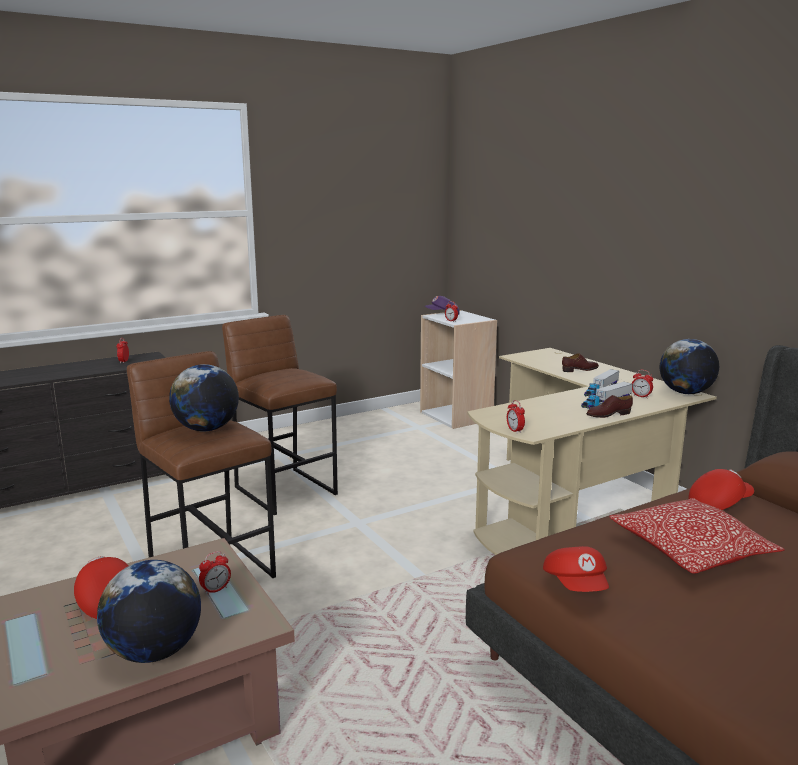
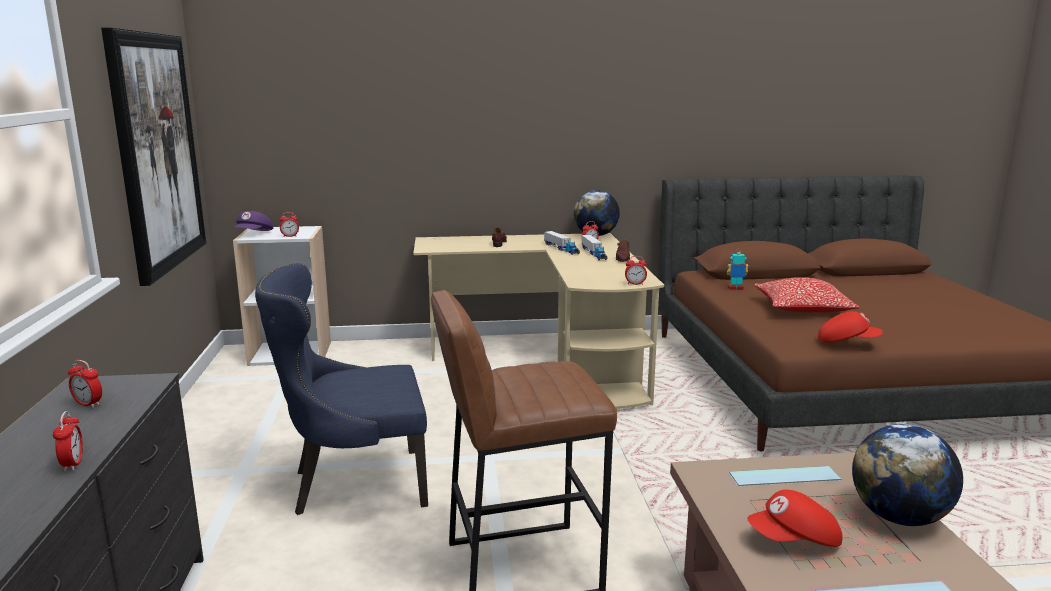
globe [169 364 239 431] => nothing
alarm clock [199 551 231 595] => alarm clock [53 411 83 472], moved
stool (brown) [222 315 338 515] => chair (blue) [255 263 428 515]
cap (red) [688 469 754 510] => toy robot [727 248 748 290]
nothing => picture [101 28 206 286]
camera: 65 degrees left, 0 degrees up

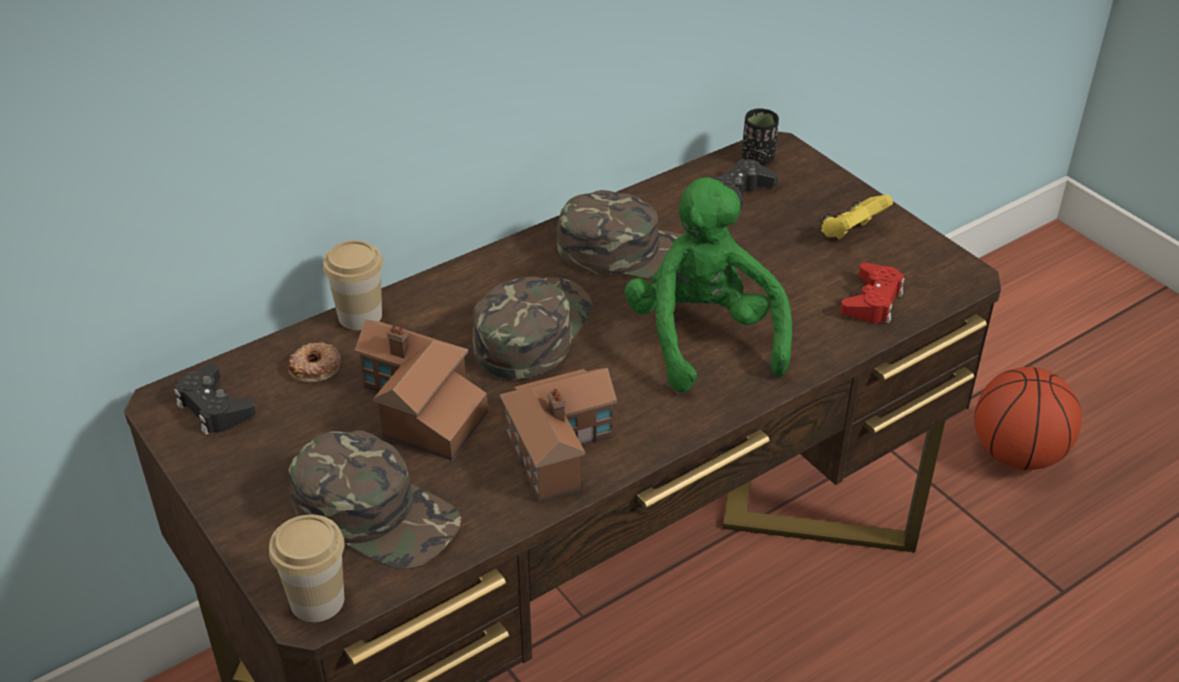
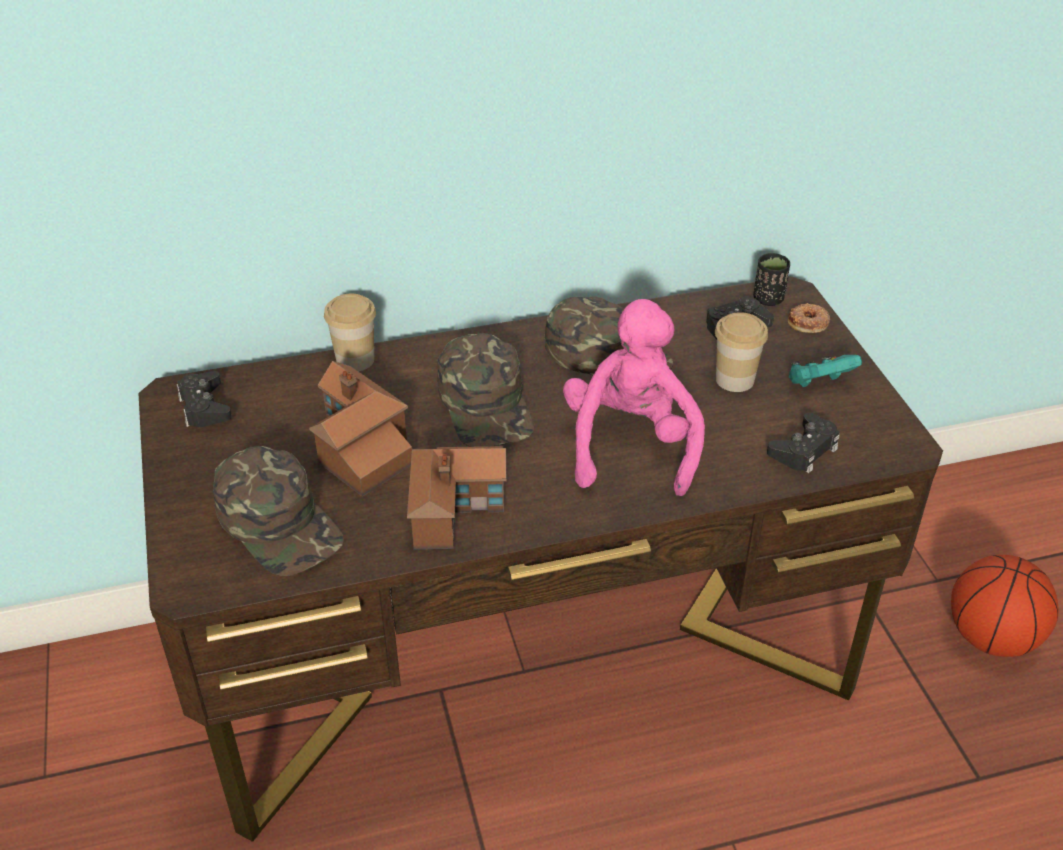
cup [269 515 345 622] => cup [715 312 768 392], moved
donut [288 343 341 383] => donut [788 303 830 333], moved
cap (green) [473 277 592 379] => cap (green) [437 333 534 447], 120 degrees clockwise
plush toy (green) [624 177 792 392] => plush toy (pink) [563 299 705 496]
game controller (yellow) [821 194 893 239] => game controller (turquoise) [789 355 862 387]
game controller (red) [840 262 904 323] => game controller (black) [767 413 840 473]
camera: 20 degrees right, 0 degrees up

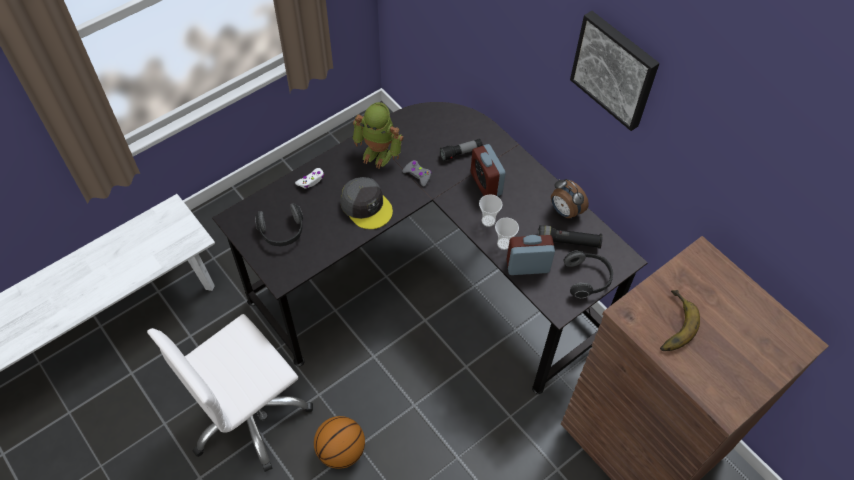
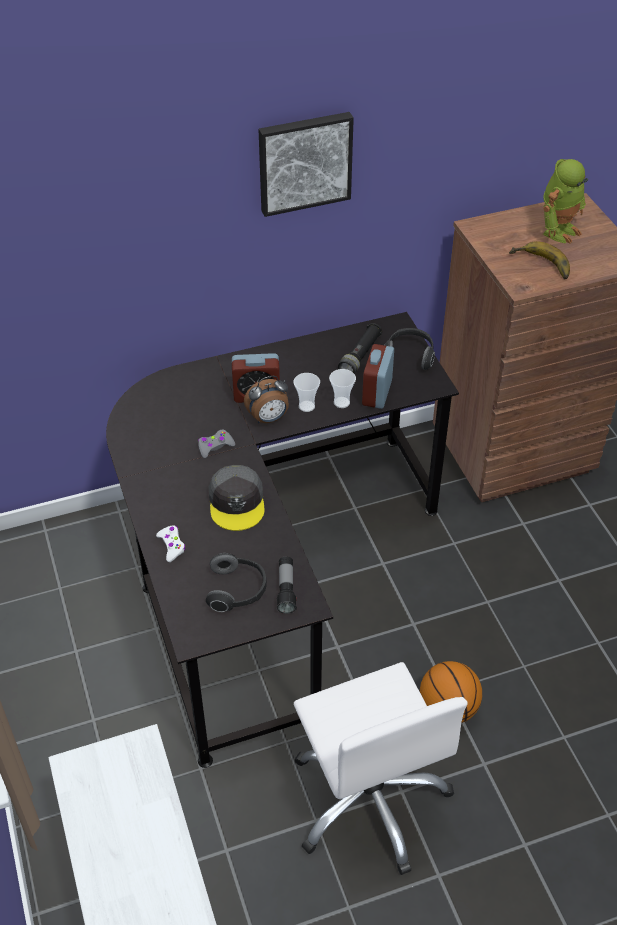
cap (grey) [340 177 393 229] => cap (grey) [209 465 265 531], 105 degrees clockwise
toy robot [353 102 403 168] => toy robot [543 159 588 244], moved
flashlight [440 139 483 161] => flashlight [277 557 297 614], moved
alarm clock [551 179 589 219] => alarm clock [244 376 289 423], moved
camera: 70 degrees left, 10 degrees down

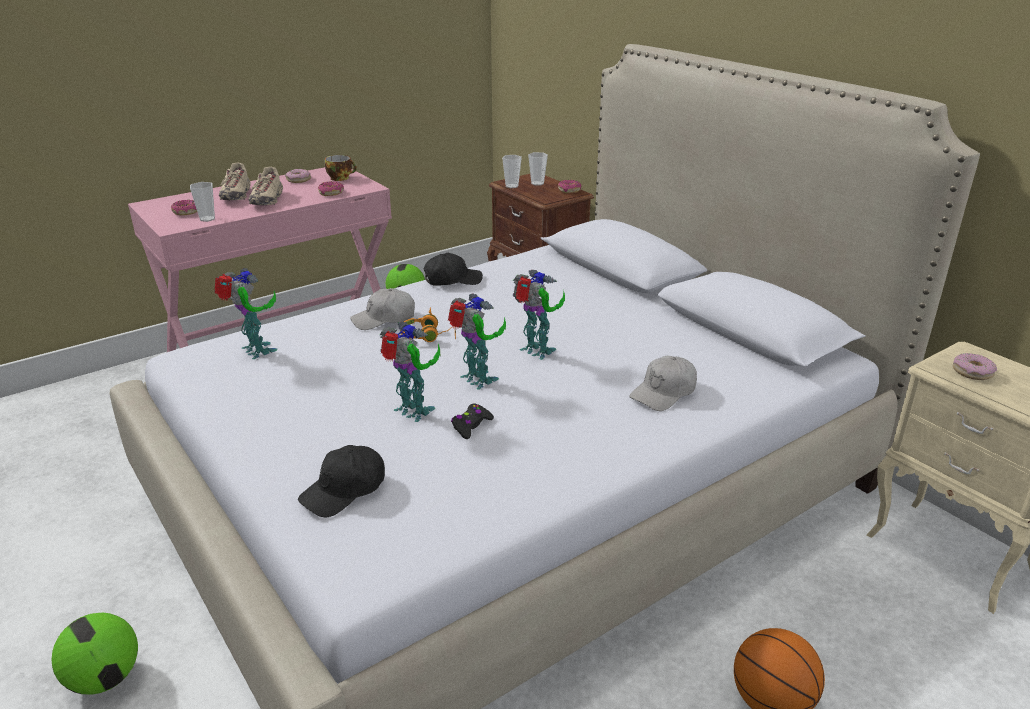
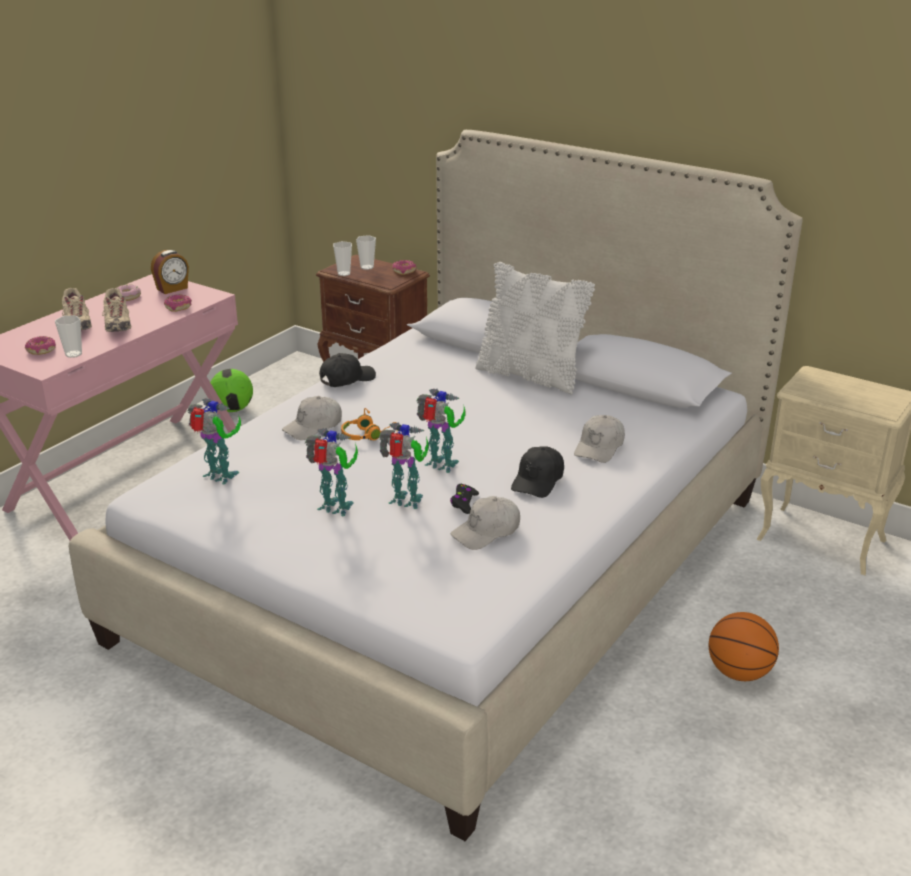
football [52 613 138 695] => nothing
cap (black) [298 445 385 517] => cap (black) [511 446 564 498], moved
cup [325 155 357 181] => alarm clock [151 250 189 294]
toy robot [513 270 565 360] => toy robot [305 428 358 516], moved
donut [953 353 997 380] => nothing
nothing => cap (white) [451 496 520 550]
nothing => pillow (white) [475 262 595 395]
camera: 20 degrees left, 0 degrees up

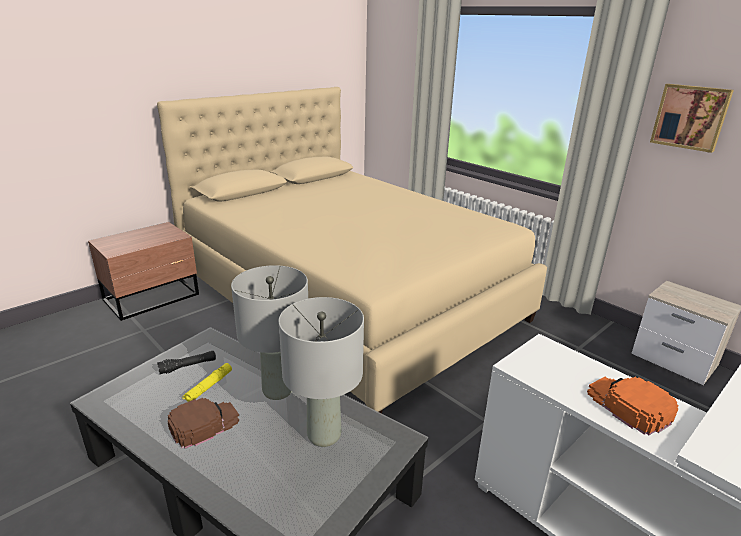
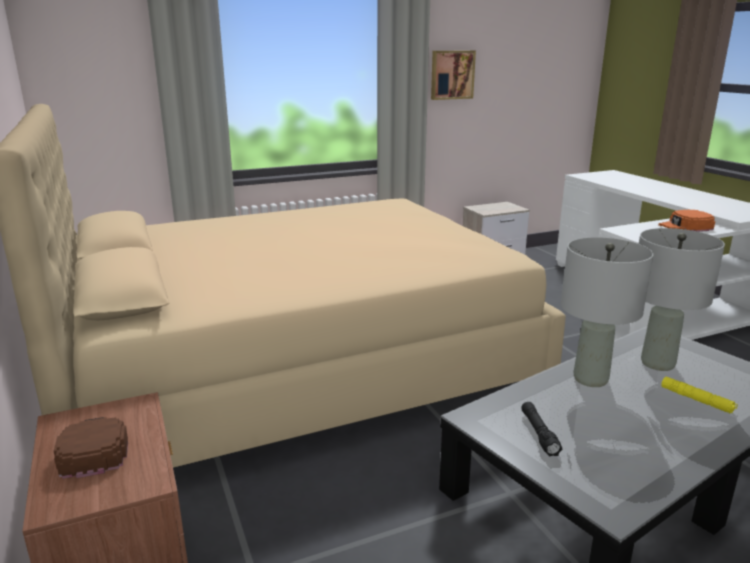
cap (brown) [168 398 239 449] => cap (brown) [54 417 128 479], moved
flashlight (yellow) [182 363 232 402] => flashlight (yellow) [661 376 738 413], moved
camera: 70 degrees left, 5 degrees down

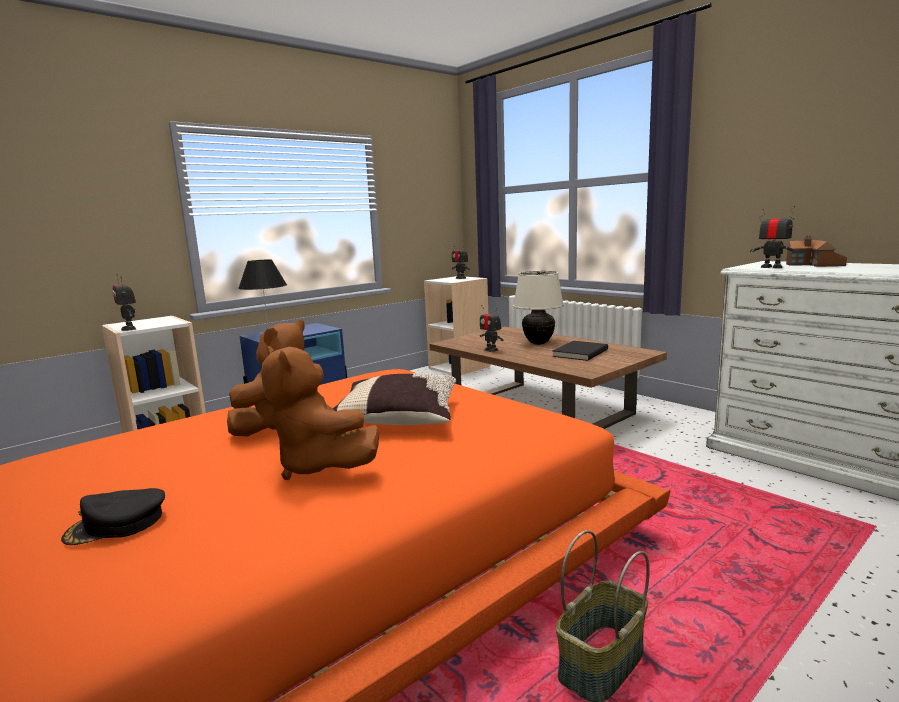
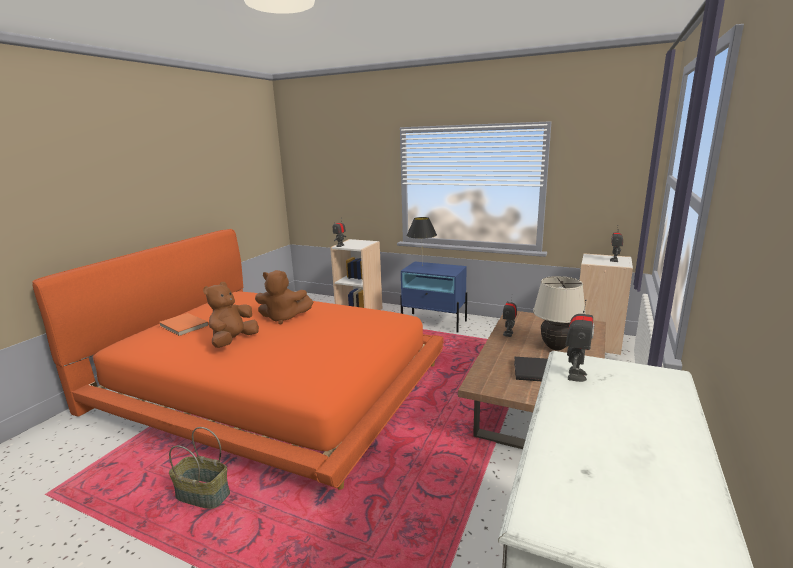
cap (black) [61 488 165 545] => book (orange) [159 313 209 336]
pillow [333 372 456 425] => nothing
toy house [786 235 847 267] => nothing
camera: 65 degrees right, 5 degrees up

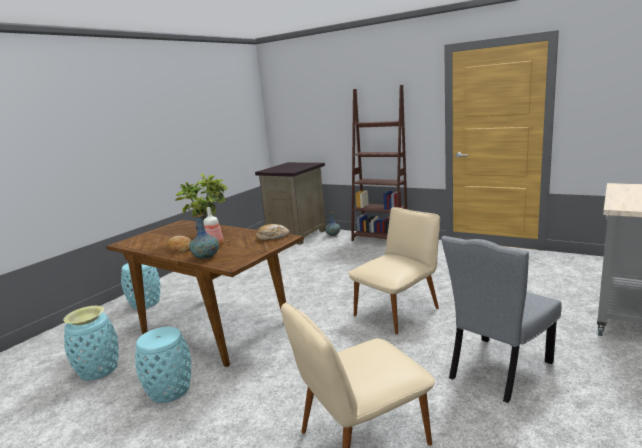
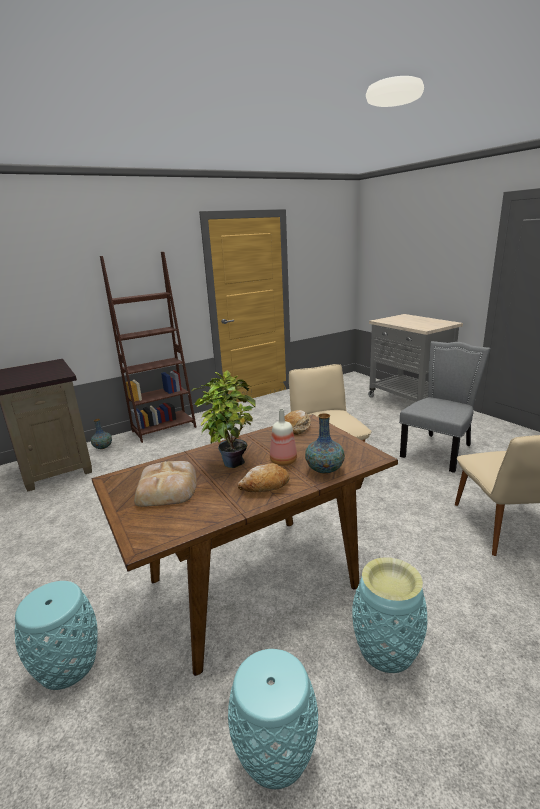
bowl (yellow) [63 306 104 325] => bowl (yellow) [362 557 423 601], moved
chair (grey) [441 236 562 403] => chair (grey) [399 341 491 473], 120 degrees counterclockwise
nothing => bread [134 461 197 507]
camera: 65 degrees left, 5 degrees up

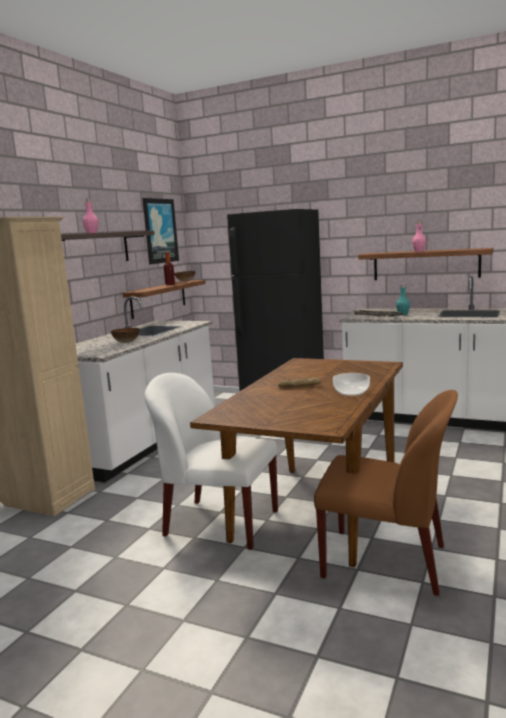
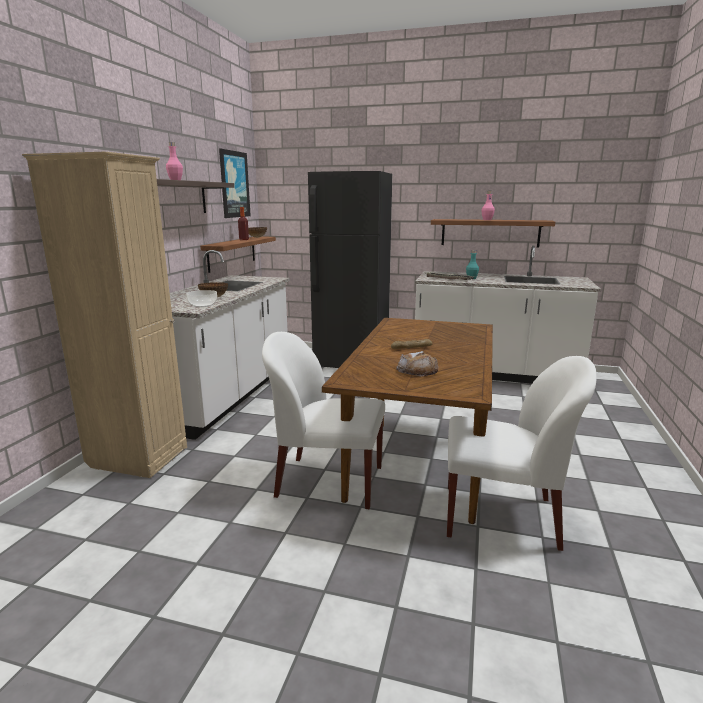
chair (brown) [314 390 458 596] => chair (white) [447 356 596 551]
bowl [333 373 370 396] => bowl [186 290 217 307], moved
nothing => bread [396 351 438 377]
camera: 10 degrees left, 5 degrees up

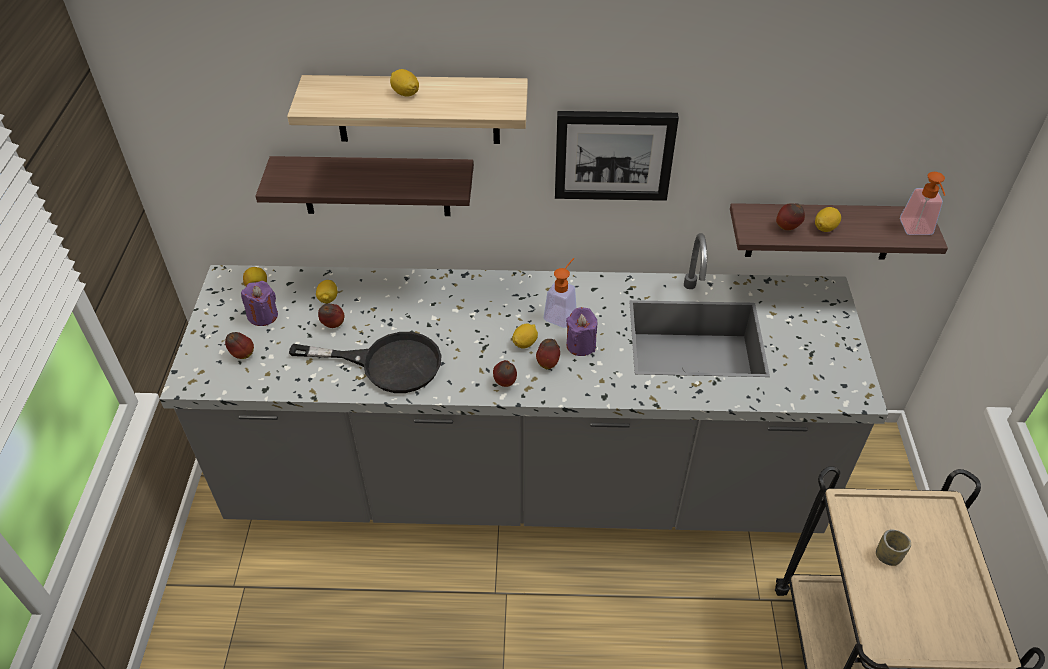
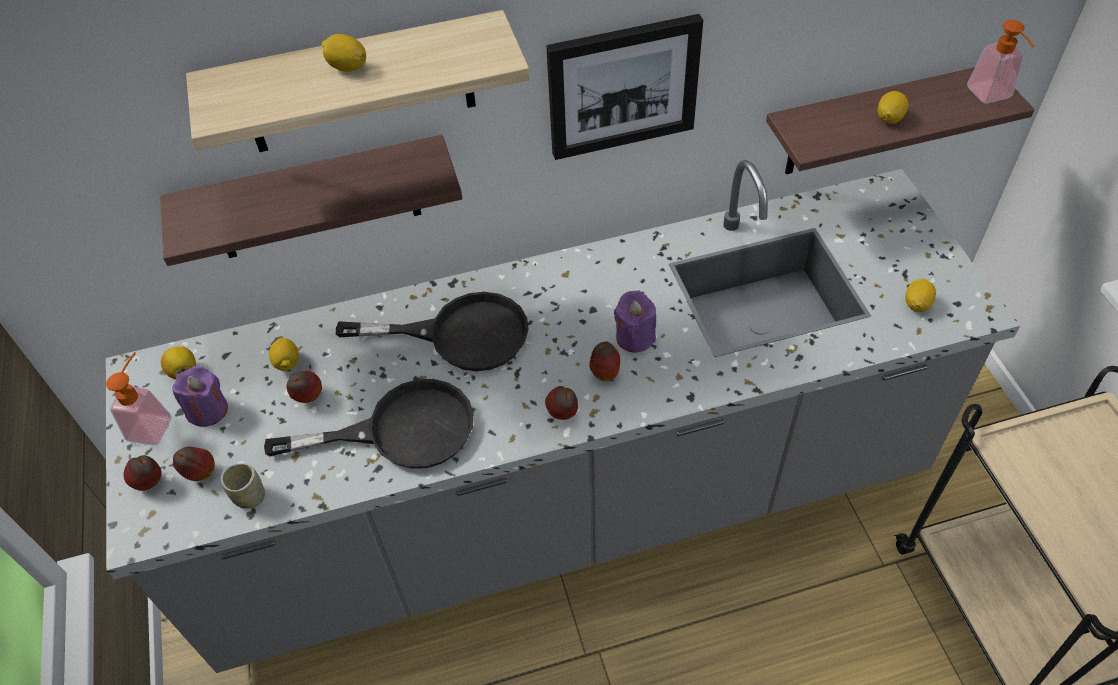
lemon [513 324 538 349] => lemon [905 278 936 312], moved
soap dispenser [543 258 577 328] => soap dispenser [106 352 172 445], moved
apple [776 204 805 230] => apple [124 455 162 491], moved
cup [876 529 911 566] => cup [220 463 265 508], moved
nothing => frying pan (black) [336 292 529 371]
camera: 15 degrees left, 5 degrees up

